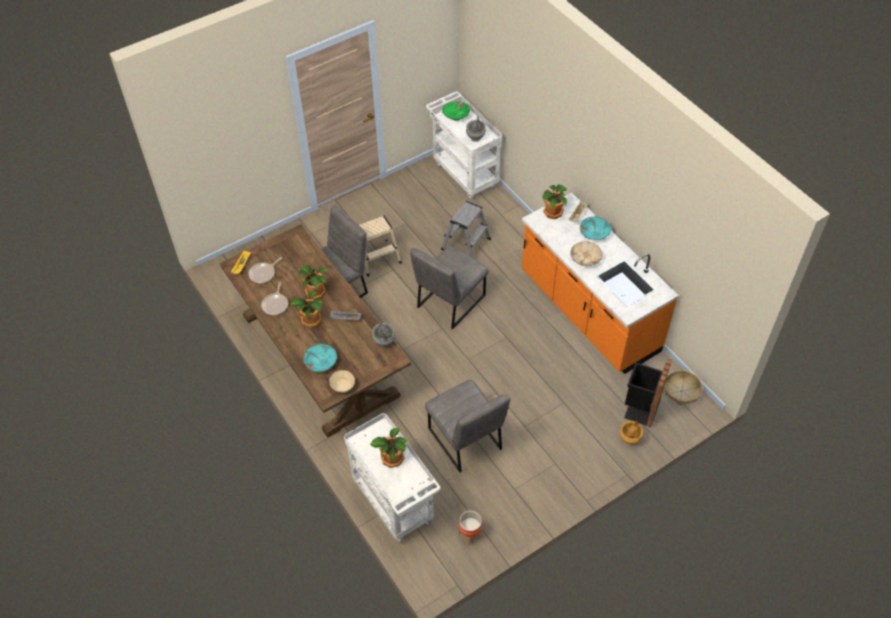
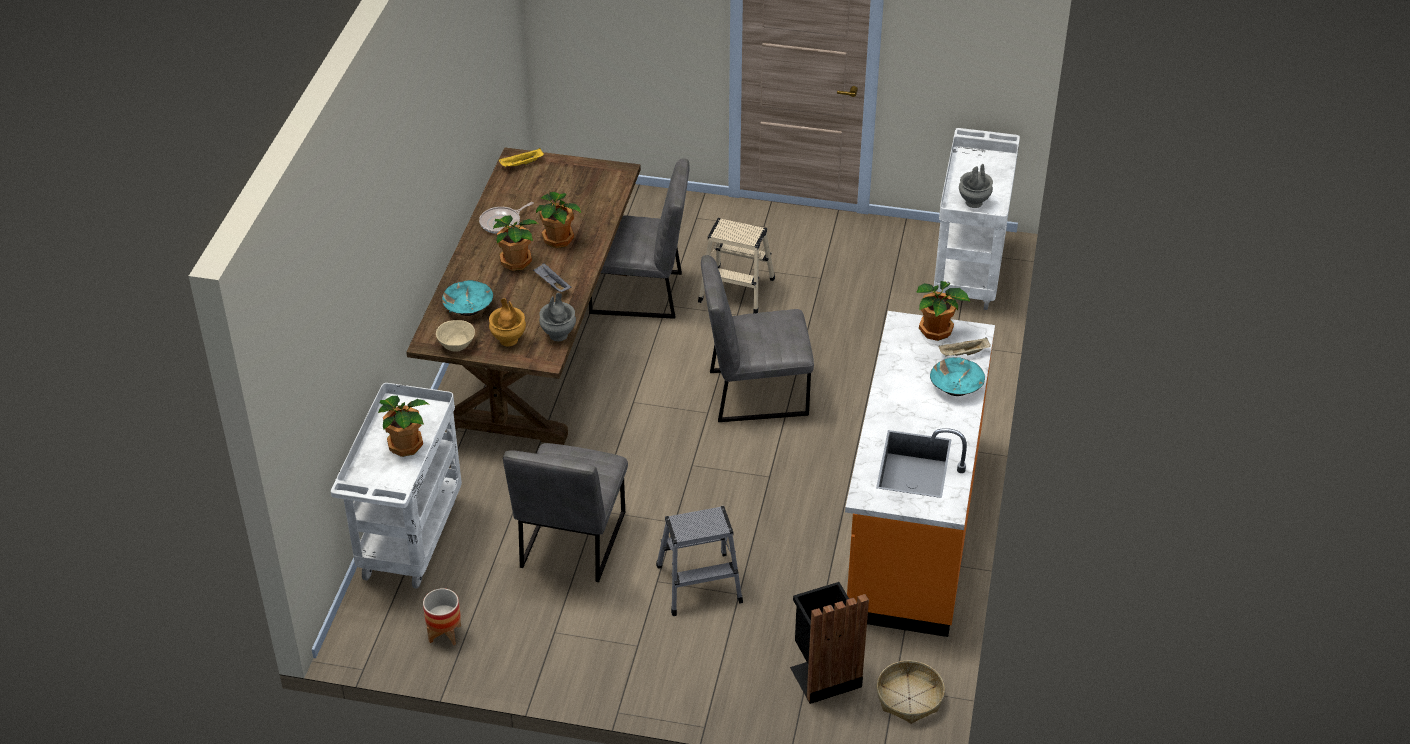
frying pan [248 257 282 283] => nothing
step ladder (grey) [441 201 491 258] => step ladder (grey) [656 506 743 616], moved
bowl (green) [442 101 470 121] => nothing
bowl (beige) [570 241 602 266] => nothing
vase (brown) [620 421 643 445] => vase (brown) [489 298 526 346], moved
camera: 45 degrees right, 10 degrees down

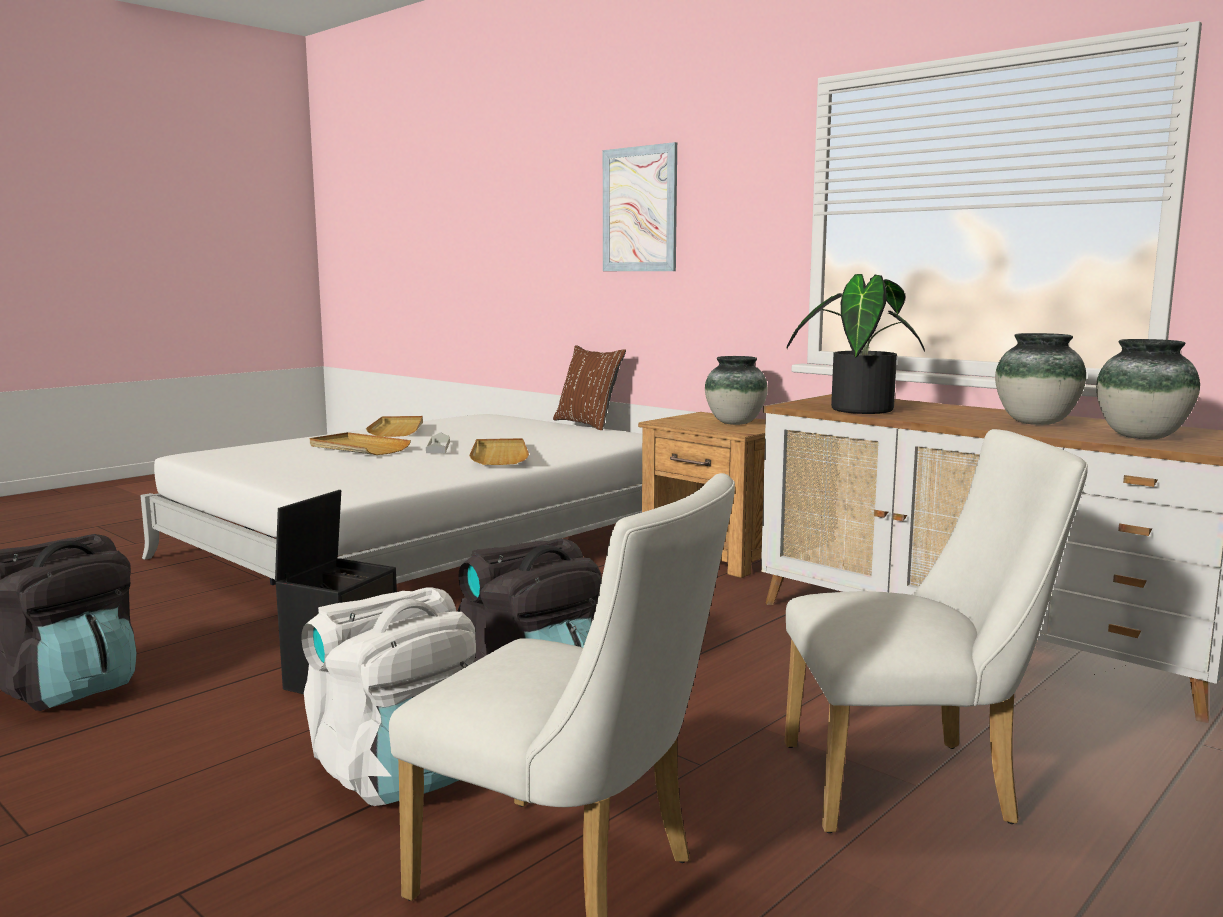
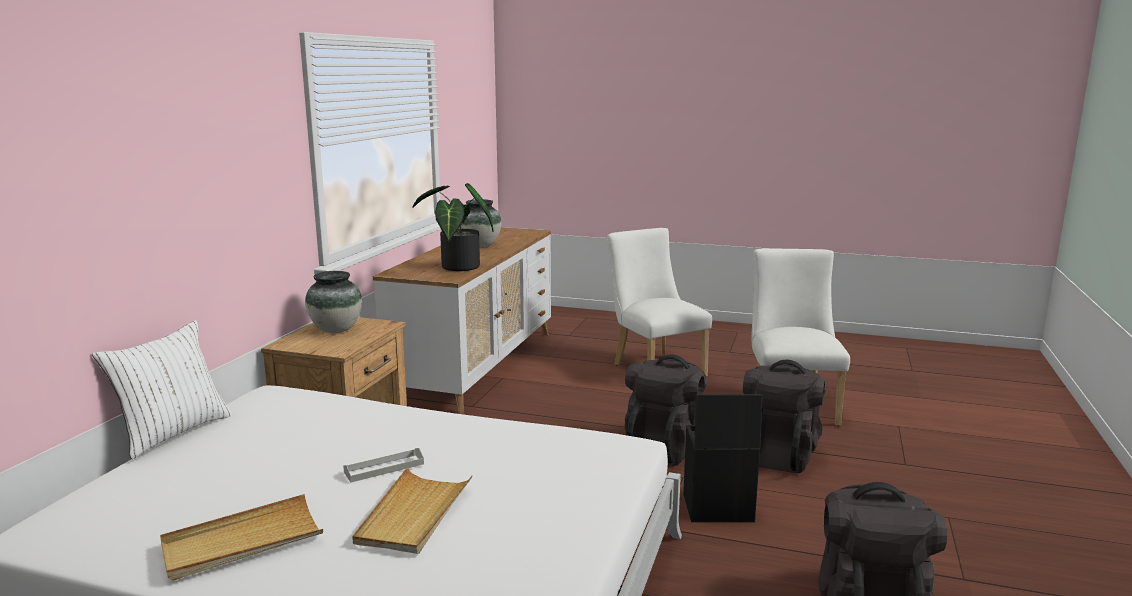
backpack (white) [301 587 476 806] => backpack (black) [743 360 826 473]
tray (beige) [469 438 529 465] => nothing
pillow (brown) [553 345 626 430] => pillow (white) [92 320 232 459]
picture [603 142 677 271] => nothing
vase [1096 339 1200 439] => nothing
camera: 115 degrees left, 5 degrees up

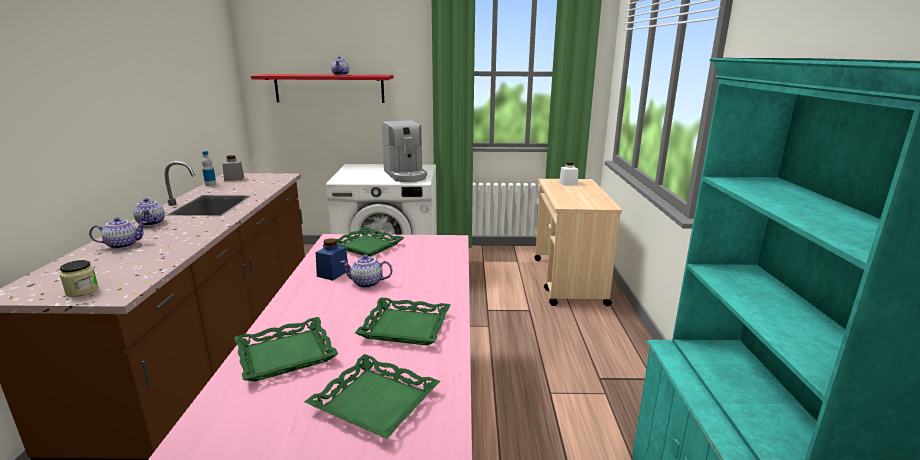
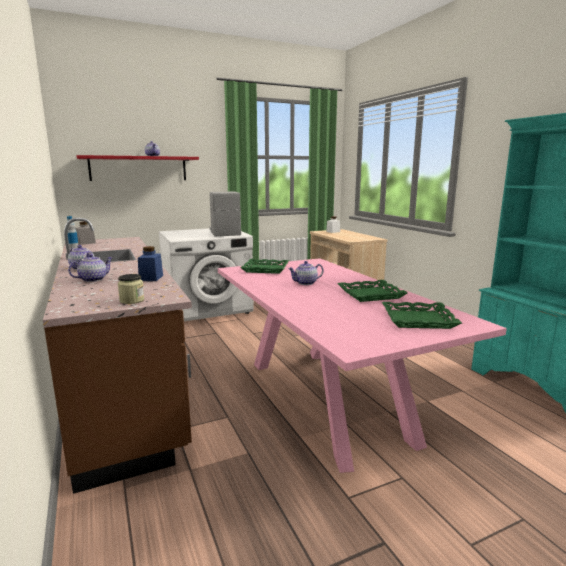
tray (green) [234 317 338 381] => nothing
jar (blue) [316 238 348 281] => jar (blue) [138 246 163 281], moved
coffee machine [382 120 427 182] => coffee machine [210 192 241 236], 150 degrees counterclockwise
camera: 25 degrees left, 5 degrees down

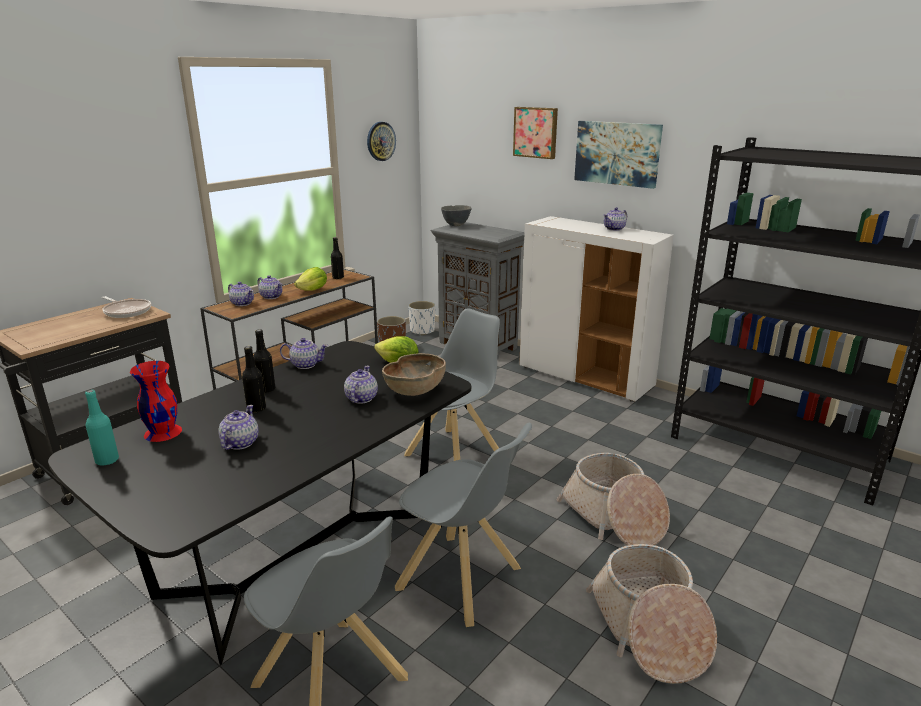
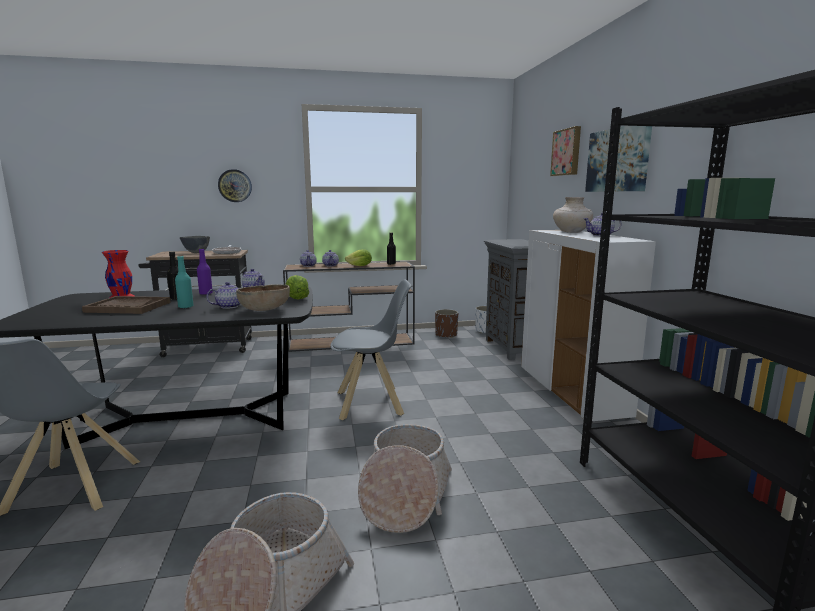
bottle (turquoise) [85 390 119 465] => bottle (turquoise) [175 256 193 308], moved
teapot [218 405 259 450] => tray (brown) [82 296 171 314]
bottle (black) [253 329 275 393] => bottle (purple) [197 249 213 295]
wall clock [367 122 396 161] => wall clock [218 169 252 202], moved
chair (grey) [395 423 532 627] => nothing
bowl (grey) [441 205 472 226] => bowl (grey) [180 236 210 253], moved
nothing => vase (beige) [553 197 593 233]
camera: 40 degrees right, 10 degrees down

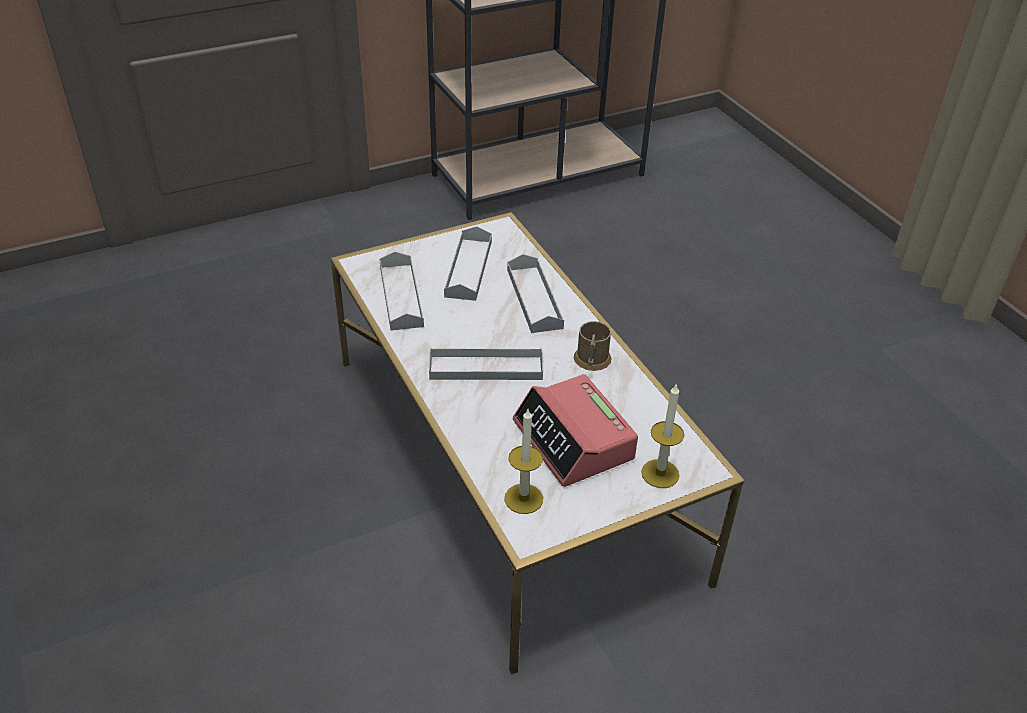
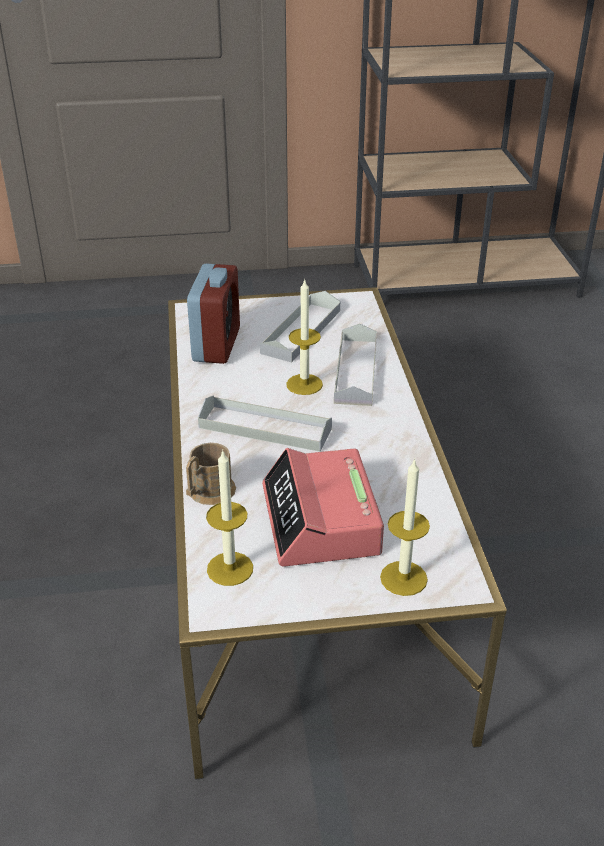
tray (grey) [380 251 424 331] => alarm clock [187 264 240 364]
mug (brown) [574 321 612 371] => mug (brown) [186 443 236 505], moved
nothing => candle [286 278 323 395]
camera: 20 degrees right, 5 degrees down

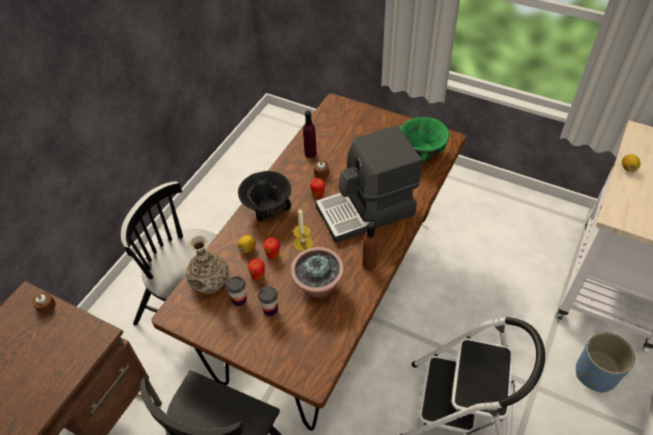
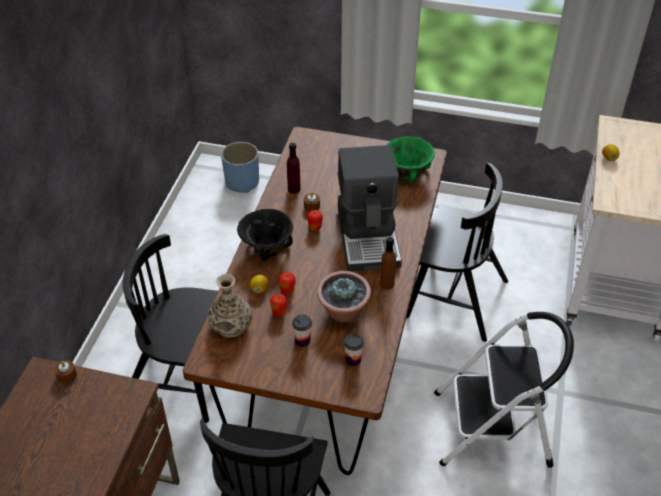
cup [226 276 247 306] => cup [344 333 364 366], moved
candle [293 209 313 252] => nothing
coffee machine [315 125 423 243] => coffee machine [338 145 402 271], 60 degrees counterclockwise
planter (blue) [576 332 635 393] => planter (blue) [221 142 259 193], moved
nothing => chair (black) [406 163 508 342]
camera: 15 degrees left, 5 degrees down

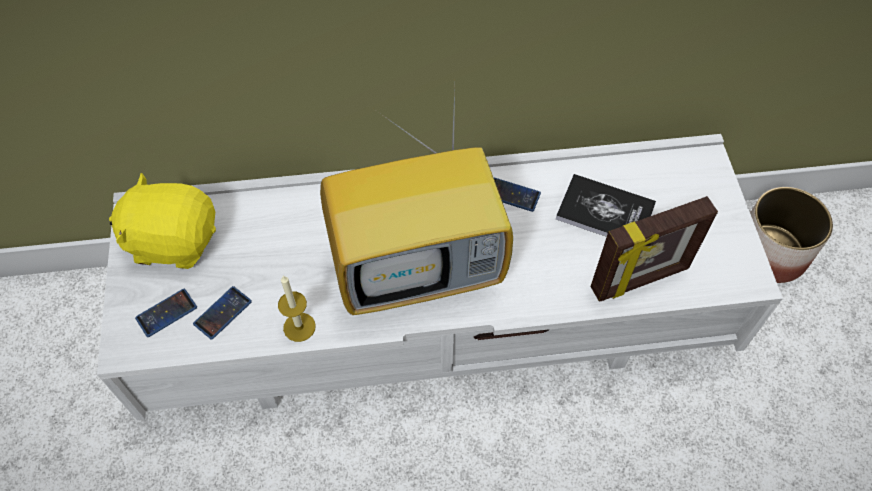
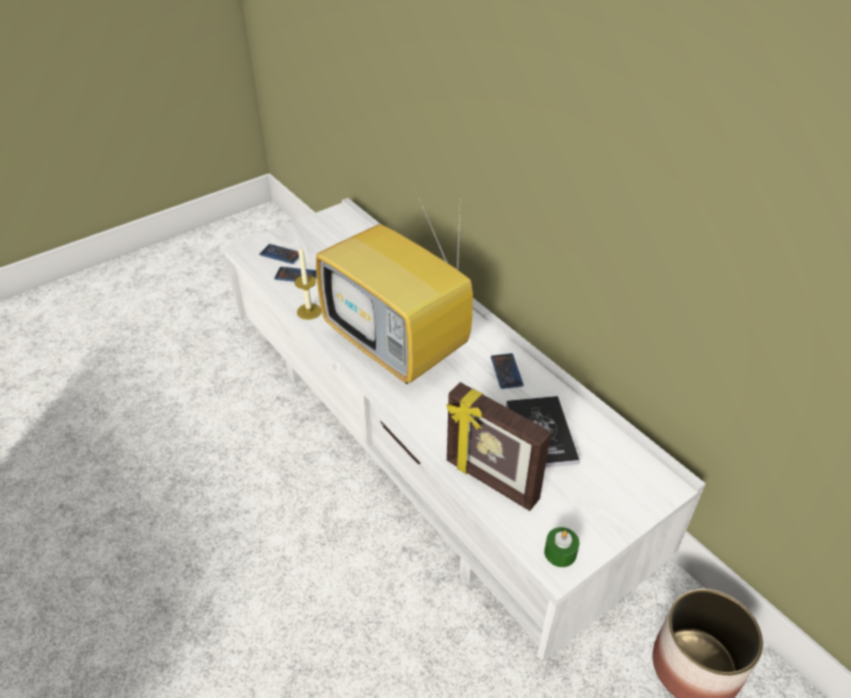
plush toy (yellow) [109 173 216 269] => nothing
nothing => candle (green) [544 527 579 567]
camera: 60 degrees right, 15 degrees down

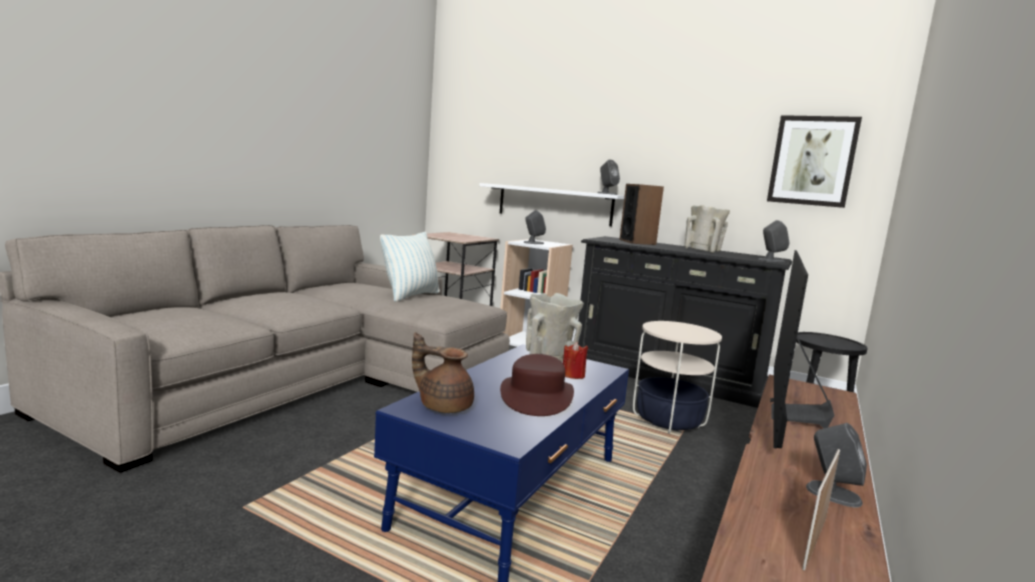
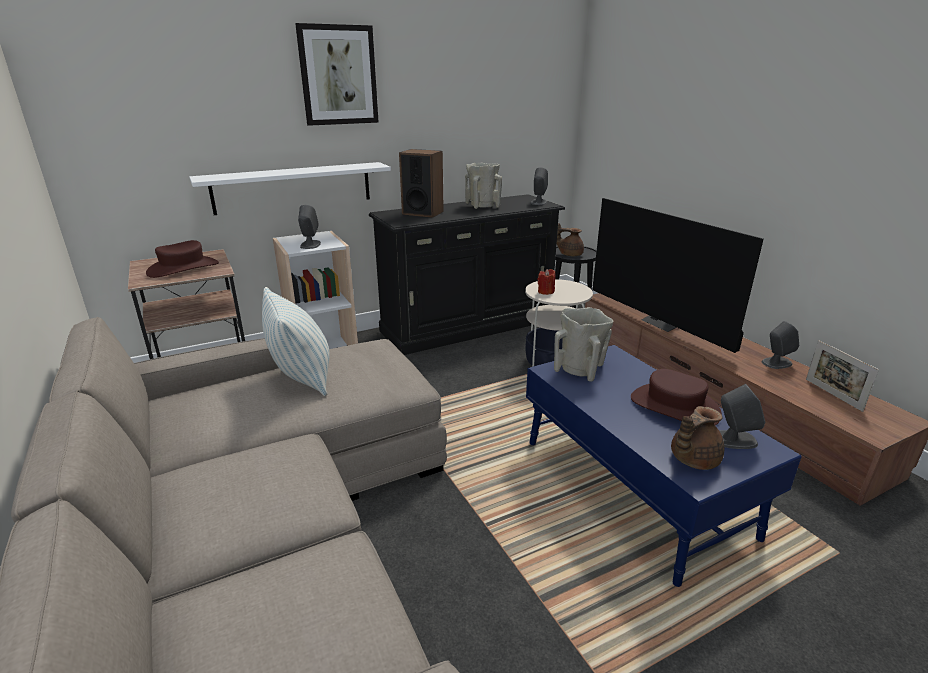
candle (red) [563 342 588 379] => candle (red) [537 269 556 295], moved
speaker (grey) [597 160 620 195] => speaker (grey) [719 384 765 449], moved
picture [767 115 862 208] => picture [295 23 379 126], moved
nothing => hat (brown) [146 240 219 278]
nothing => teapot (brown) [557 223 584 256]
camera: 55 degrees left, 15 degrees up

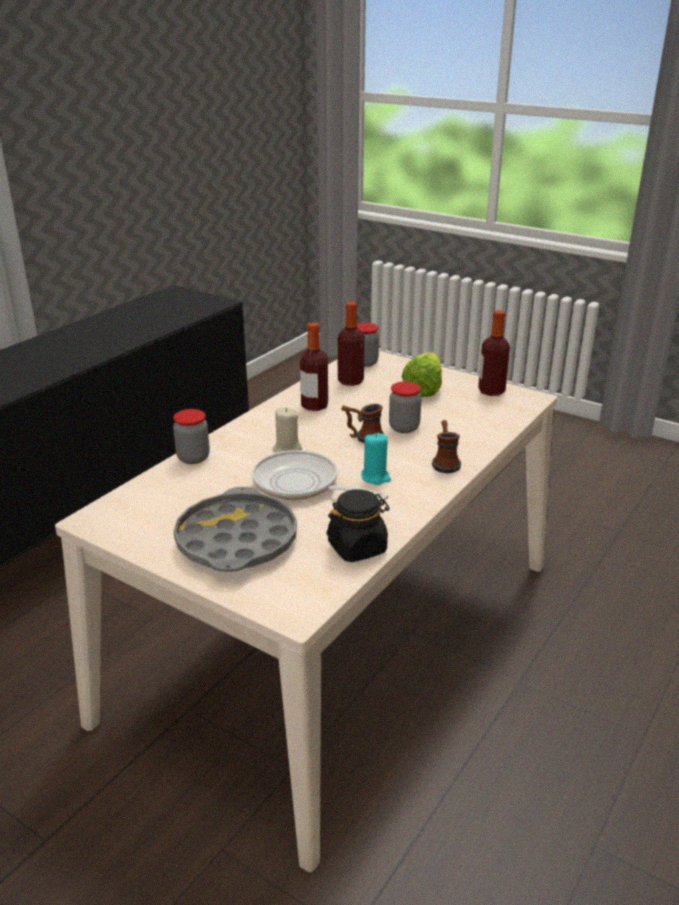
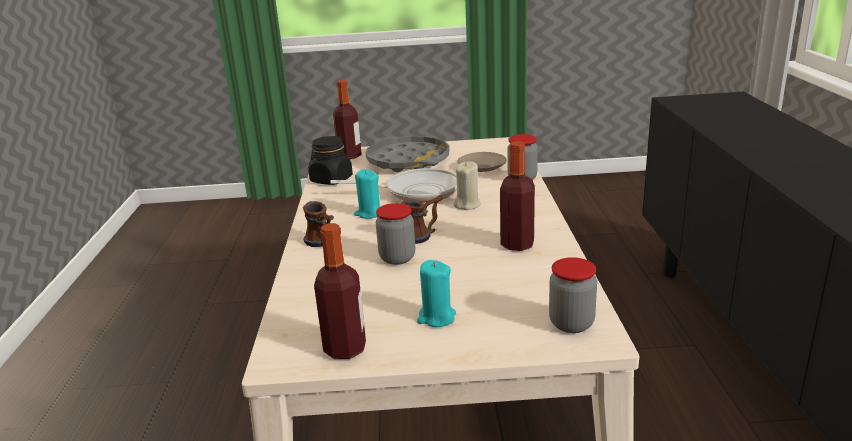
bottle [338 302 365 386] => bottle [333 80 362 159], moved
lettuce [402 352 442 397] => candle (turquoise) [417 260 456 327]
nothing => plate (beige) [458 152 507 172]
camera: 145 degrees right, 5 degrees down

